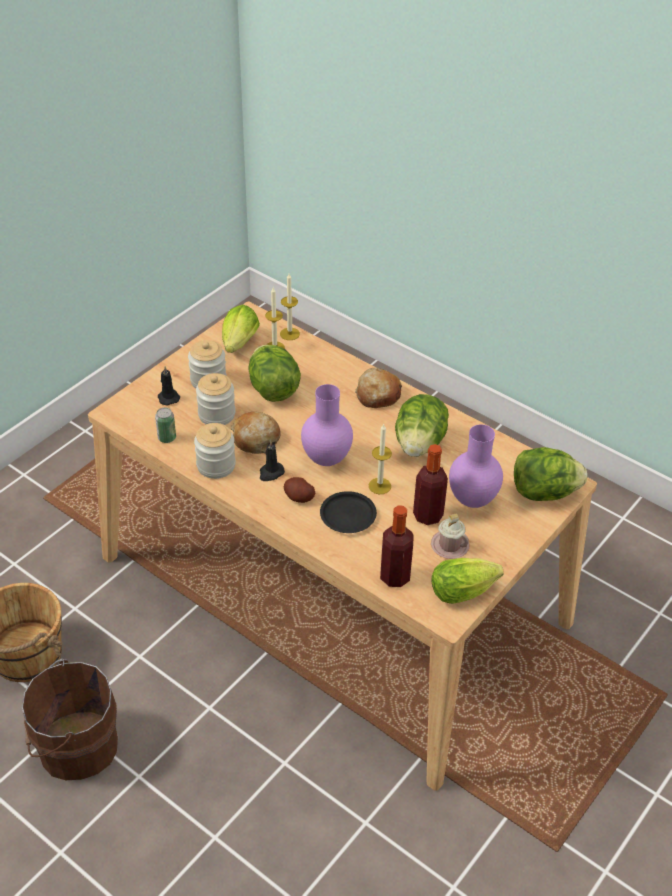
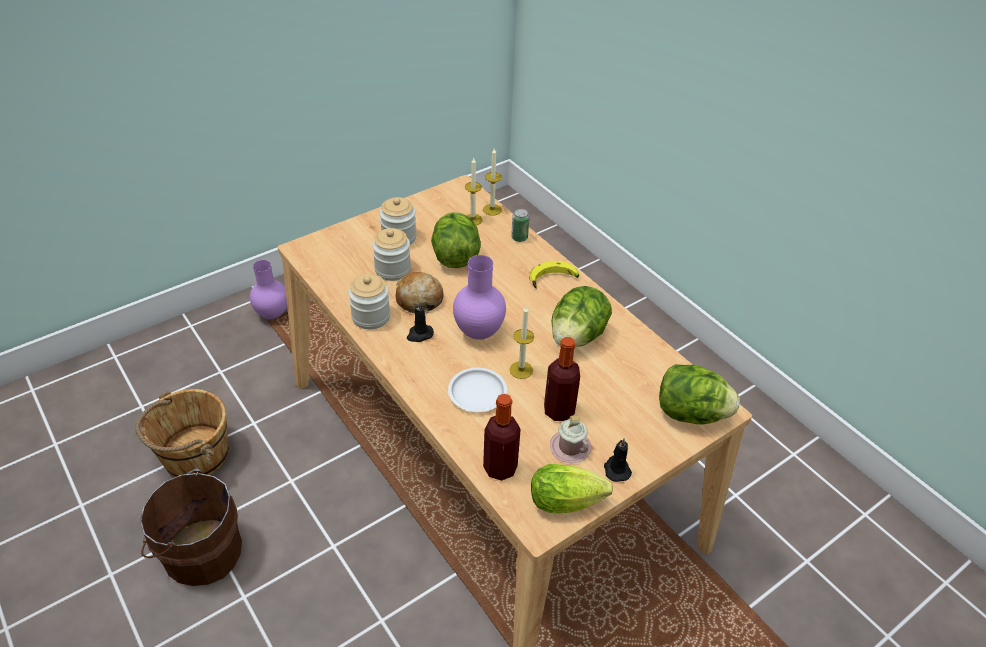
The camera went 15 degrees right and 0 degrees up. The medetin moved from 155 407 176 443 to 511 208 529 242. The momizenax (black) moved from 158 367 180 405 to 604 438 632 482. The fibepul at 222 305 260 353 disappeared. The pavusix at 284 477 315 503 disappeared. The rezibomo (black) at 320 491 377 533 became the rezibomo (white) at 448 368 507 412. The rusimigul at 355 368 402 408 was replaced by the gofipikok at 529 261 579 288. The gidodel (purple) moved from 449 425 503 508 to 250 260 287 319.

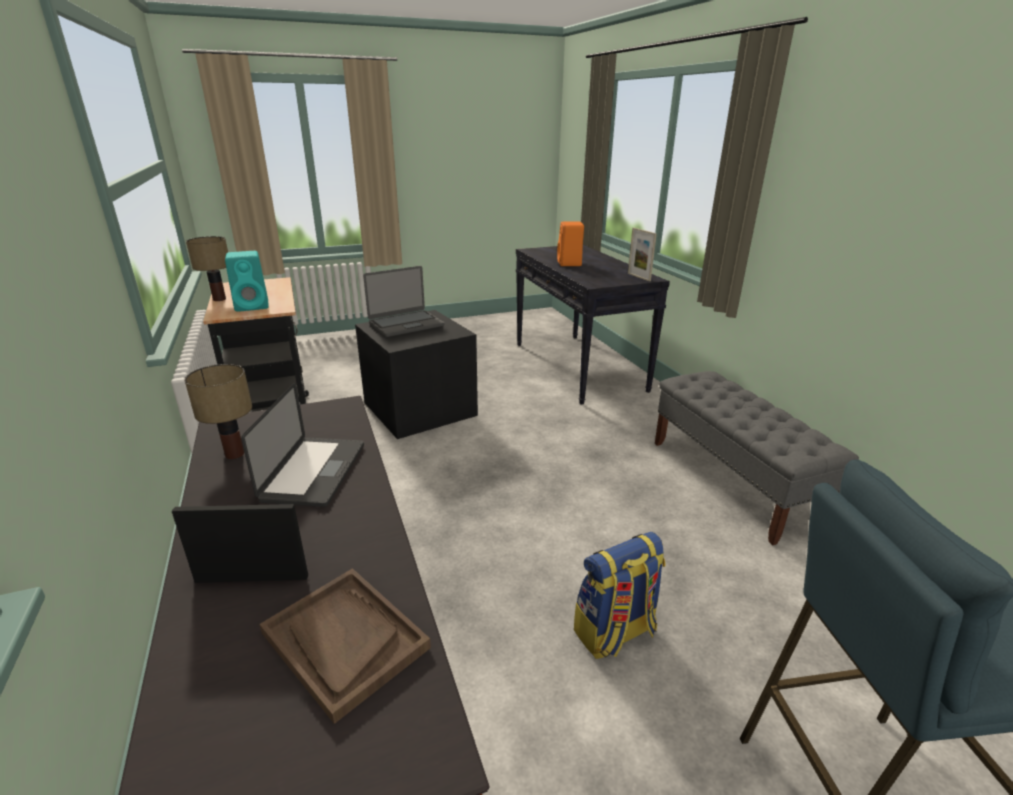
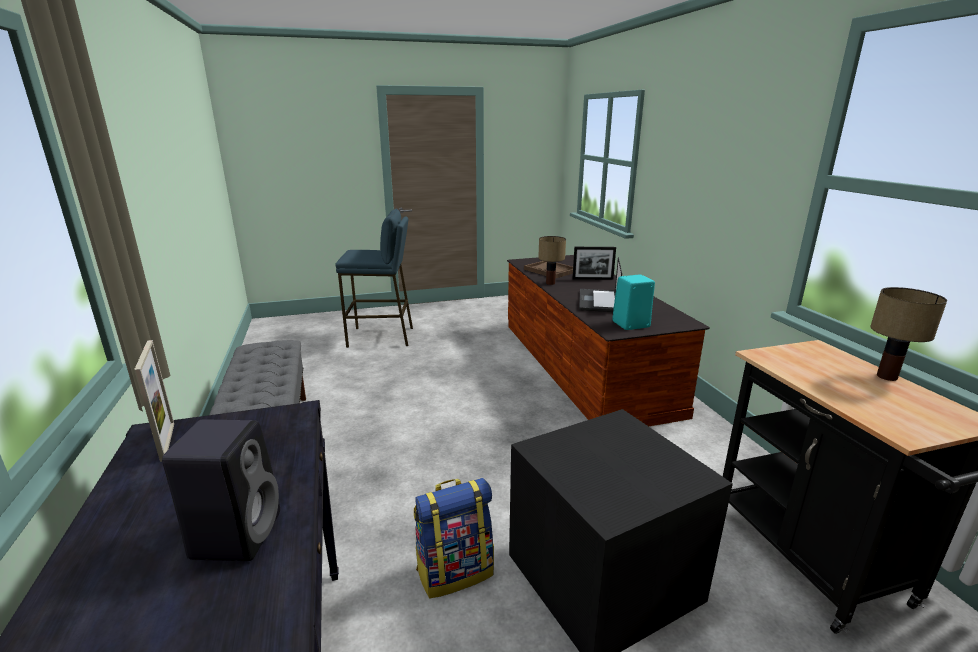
The camera went 175 degrees left and 5 degrees down. The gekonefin moved from 184 364 252 459 to 538 236 566 285. The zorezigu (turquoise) moved from 225 251 269 312 to 612 275 655 330. The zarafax at 363 266 444 337 disappeared. The zorezigu (orange) at 557 222 584 266 became the zorezigu (black) at 162 419 280 561. The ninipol moved from 574 532 666 659 to 414 478 494 598.

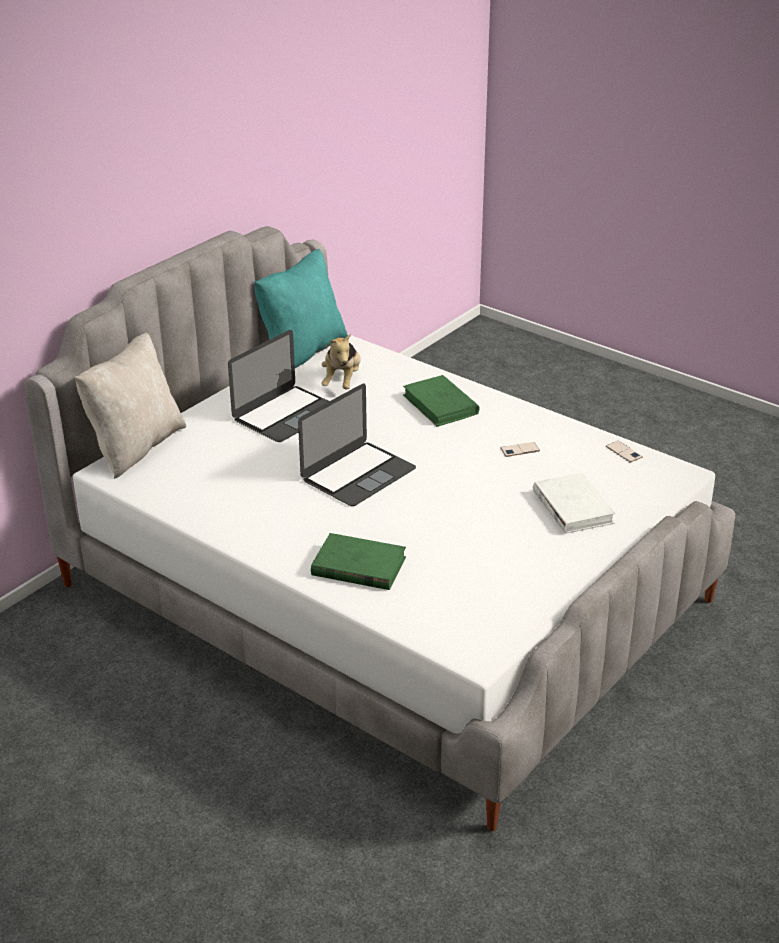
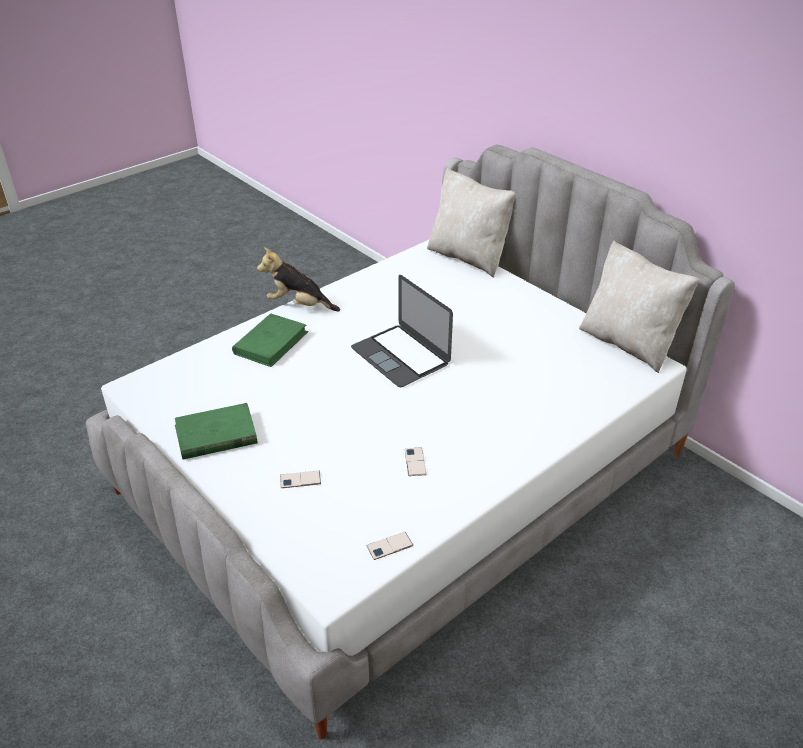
The camera went 100 degrees right and 5 degrees up. The zarafax at 228 330 329 442 disappeared. The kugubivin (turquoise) at 254 249 348 368 became the kugubivin (beige) at 579 241 700 373. The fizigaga moved from 321 333 361 390 to 257 247 340 312. The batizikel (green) moved from 403 375 480 426 to 175 403 258 460. The batizikel (white) at 533 473 615 534 was replaced by the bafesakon at 280 471 321 488.

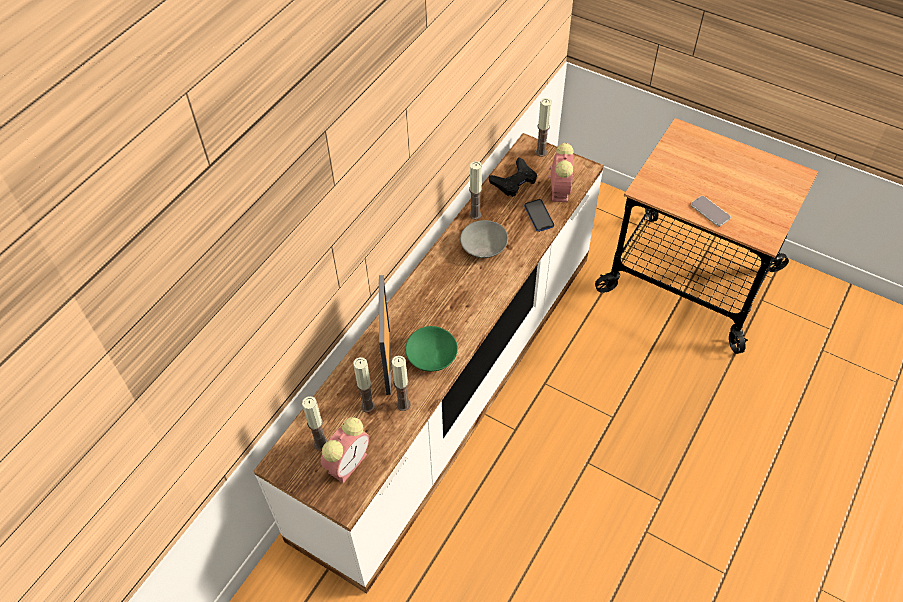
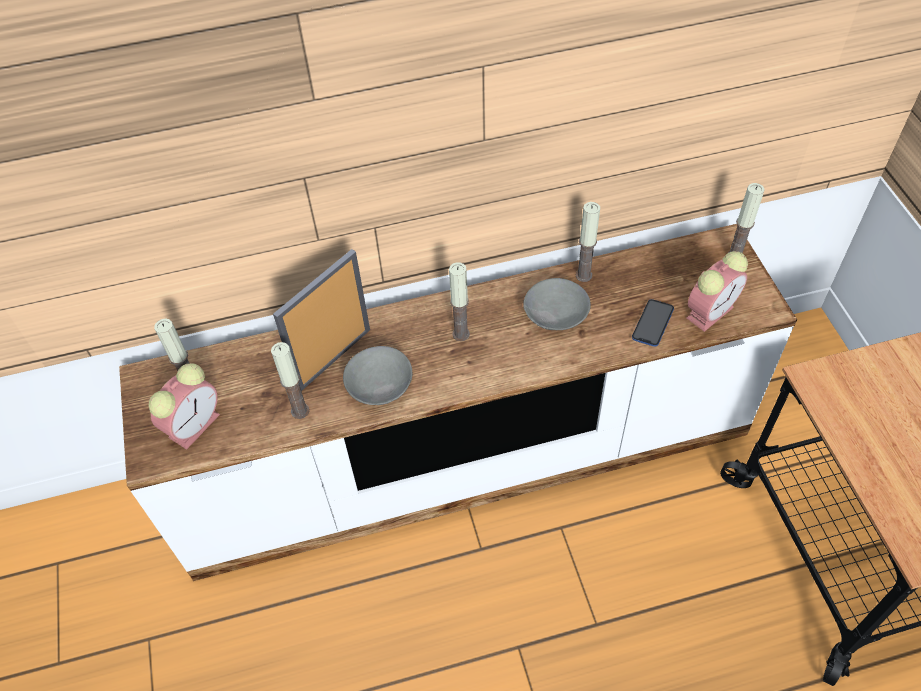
The camera went 45 degrees right and 0 degrees up. The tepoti at 321 417 369 483 turned 45 degrees counterclockwise. The momizenax moved from 353 357 375 413 to 449 262 470 341. The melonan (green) at 405 326 458 372 became the melonan (grey) at 343 346 412 405. The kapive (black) at 489 157 537 197 disappeared. The bafesakon at 691 196 731 227 disappeared.

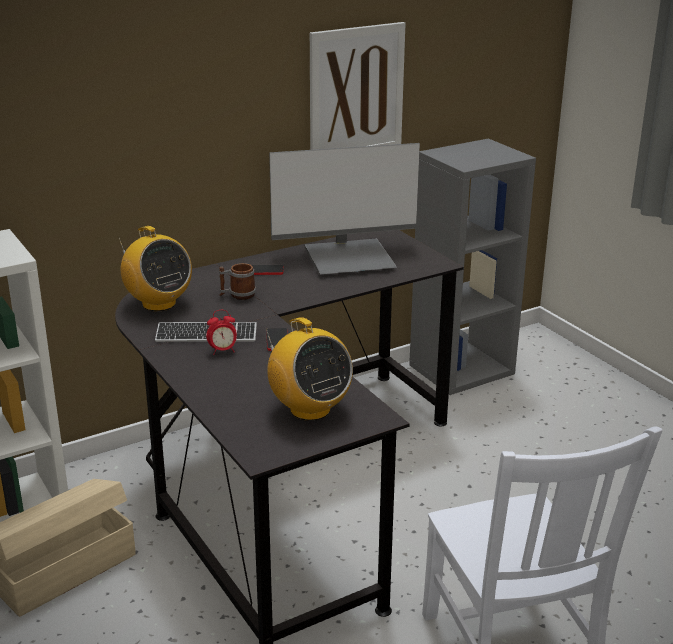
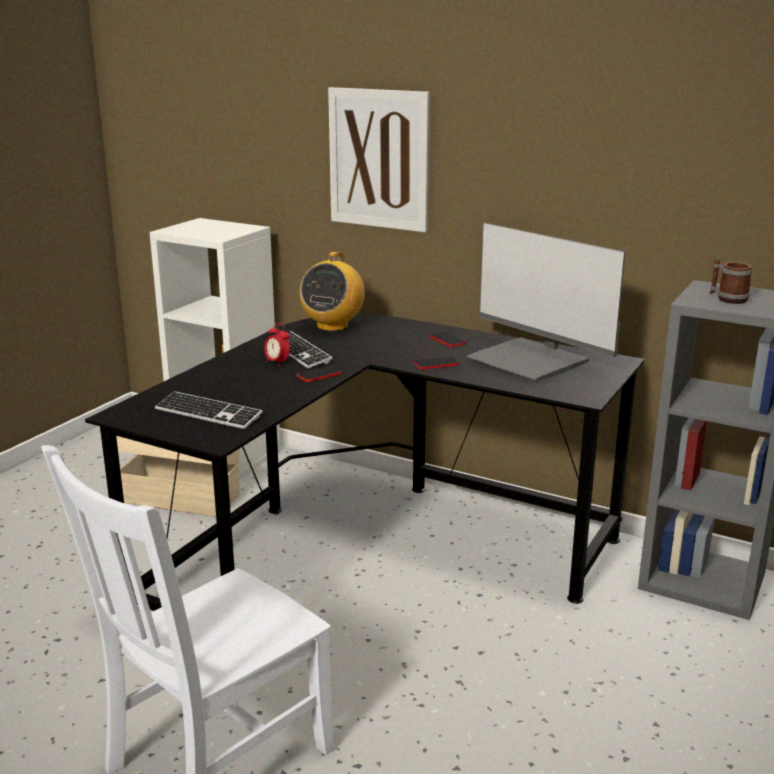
The camera went 60 degrees right and 5 degrees down. The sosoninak moved from 219 263 256 300 to 709 259 752 304. The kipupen at 266 317 353 421 was replaced by the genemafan at 155 391 263 429. The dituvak moved from 310 22 405 150 to 328 87 430 233. The bafesakon at 414 356 459 370 appeared.

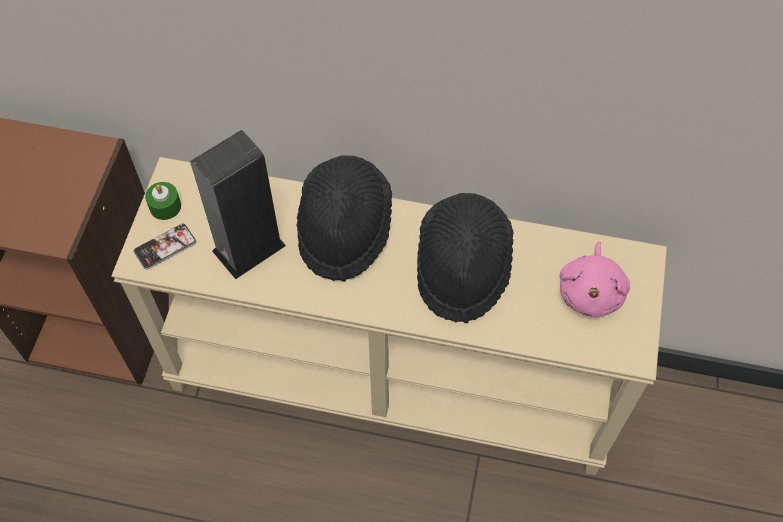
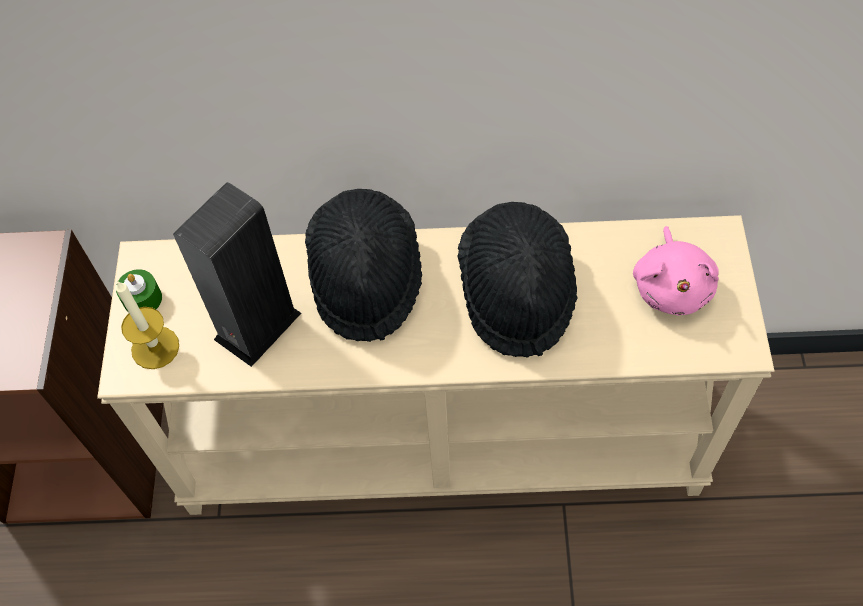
The camera went 10 degrees left and 0 degrees up. The bafesakon at 134 224 196 270 was replaced by the momizenax at 116 281 179 369.

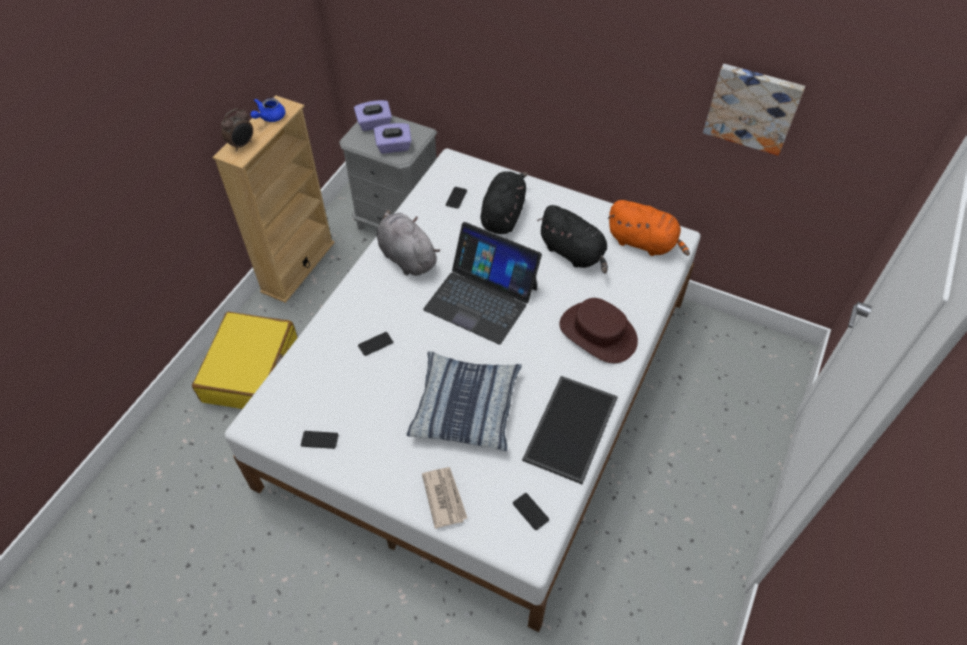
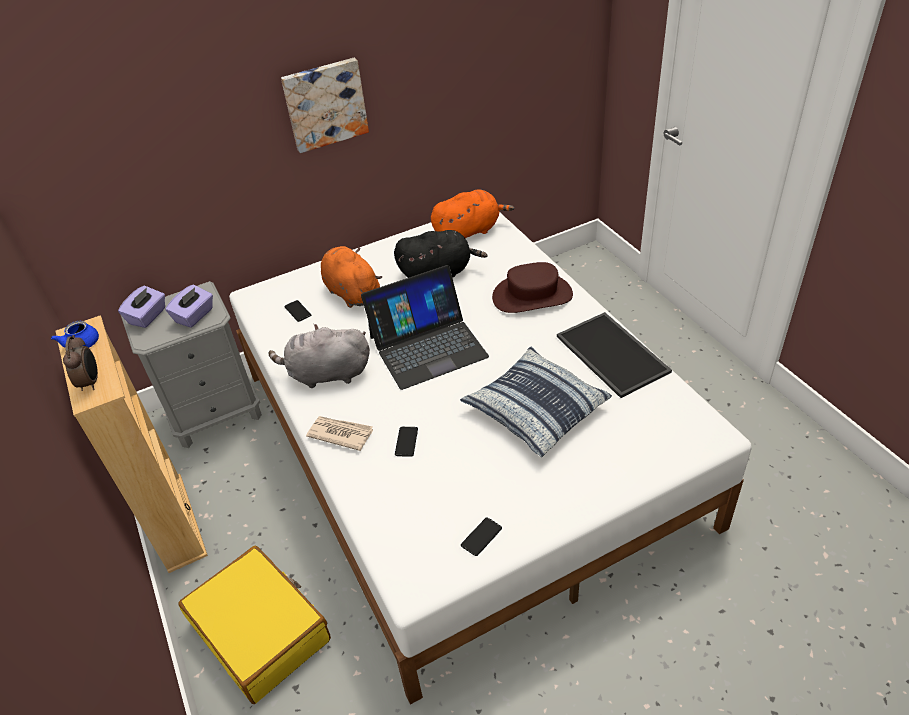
The camera went 50 degrees left and 10 degrees down. The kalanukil moved from 422 467 467 529 to 306 416 373 451. The fizigaga (black) at 480 171 528 234 became the fizigaga (orange) at 321 246 382 308. The bafesakon at 513 493 549 530 disappeared. The dituvak moved from 703 64 805 156 to 281 58 369 153.

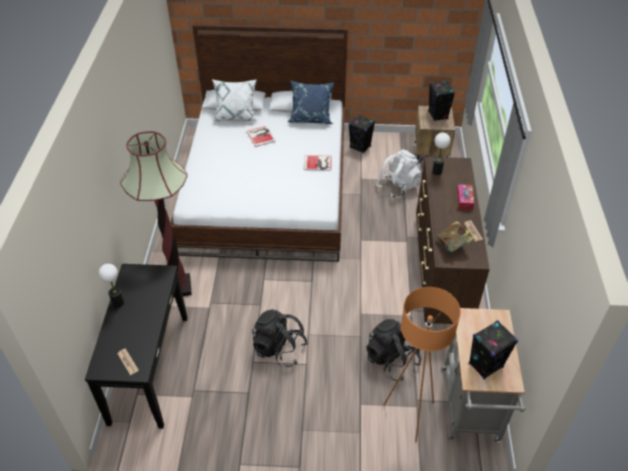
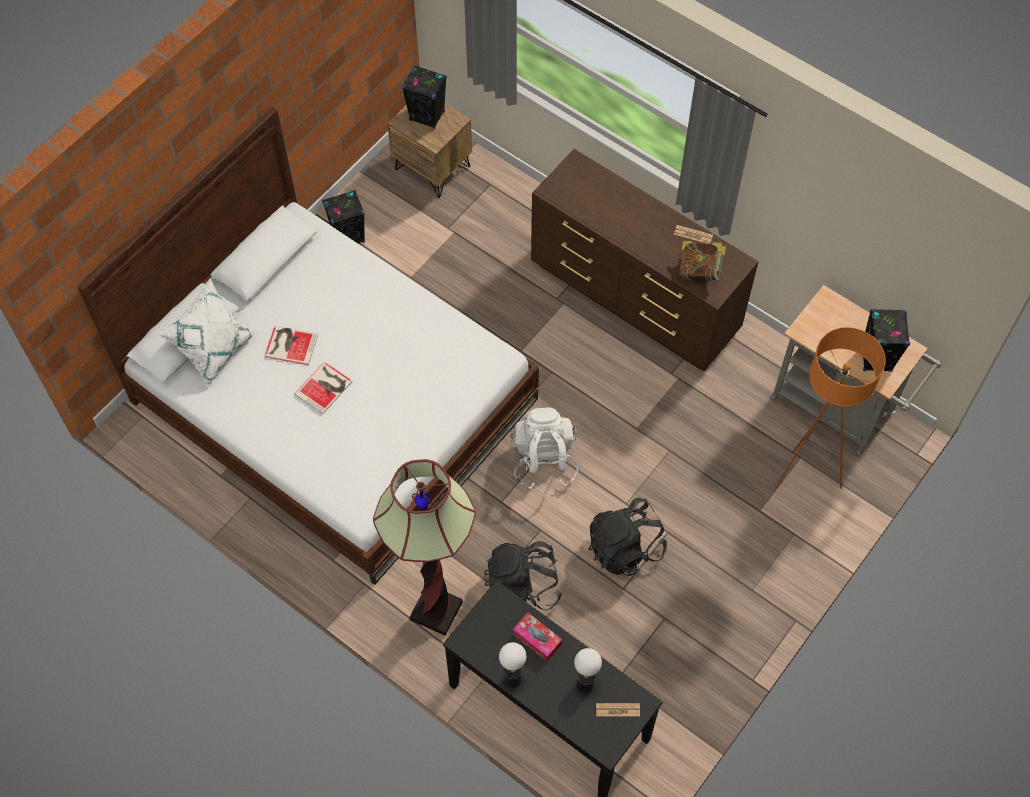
The camera went 55 degrees left and 15 degrees up. The kugubivin (blue) at 288 80 334 124 disappeared. The batizikel moved from 304 155 332 171 to 294 362 353 414. The ninipol (black) moved from 367 319 422 381 to 484 541 563 610. The ninipol (white) moved from 376 149 422 198 to 511 407 578 489. The gekonefin moved from 432 133 451 175 to 574 648 602 693. The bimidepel moved from 457 184 474 210 to 513 612 562 661.

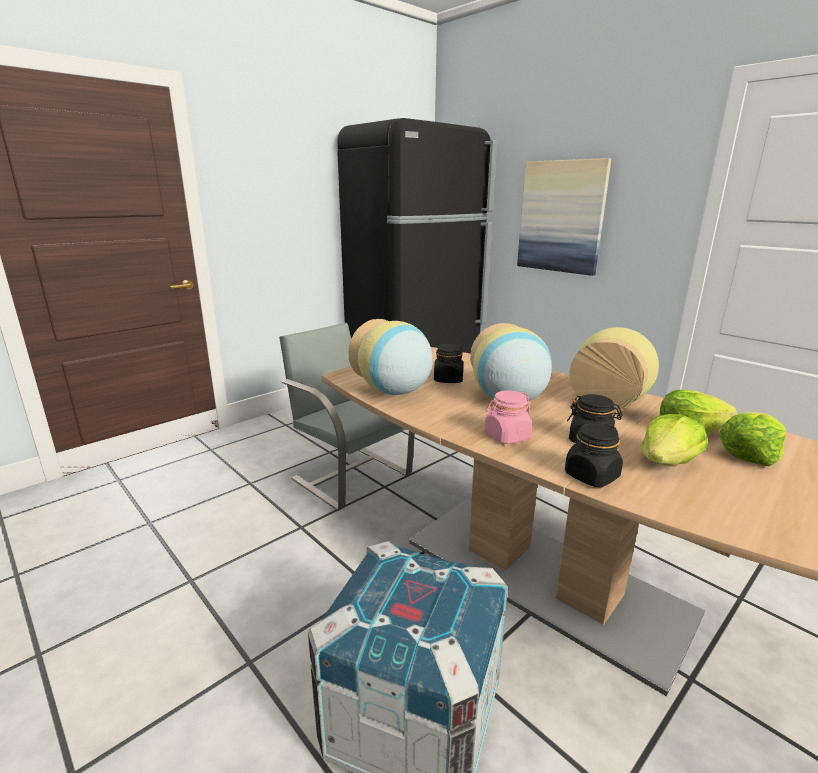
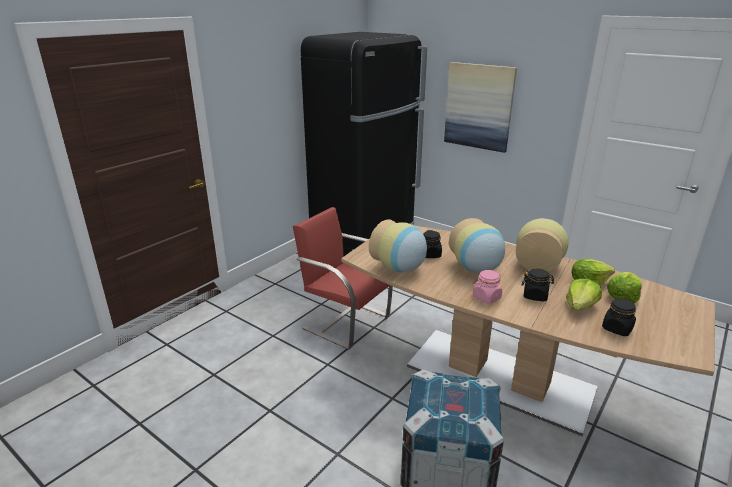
The camera went 10 degrees left and 5 degrees up. The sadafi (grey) at 279 323 415 511 became the sadafi (red) at 293 207 393 350. The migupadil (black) moved from 565 423 623 487 to 602 298 636 336.

